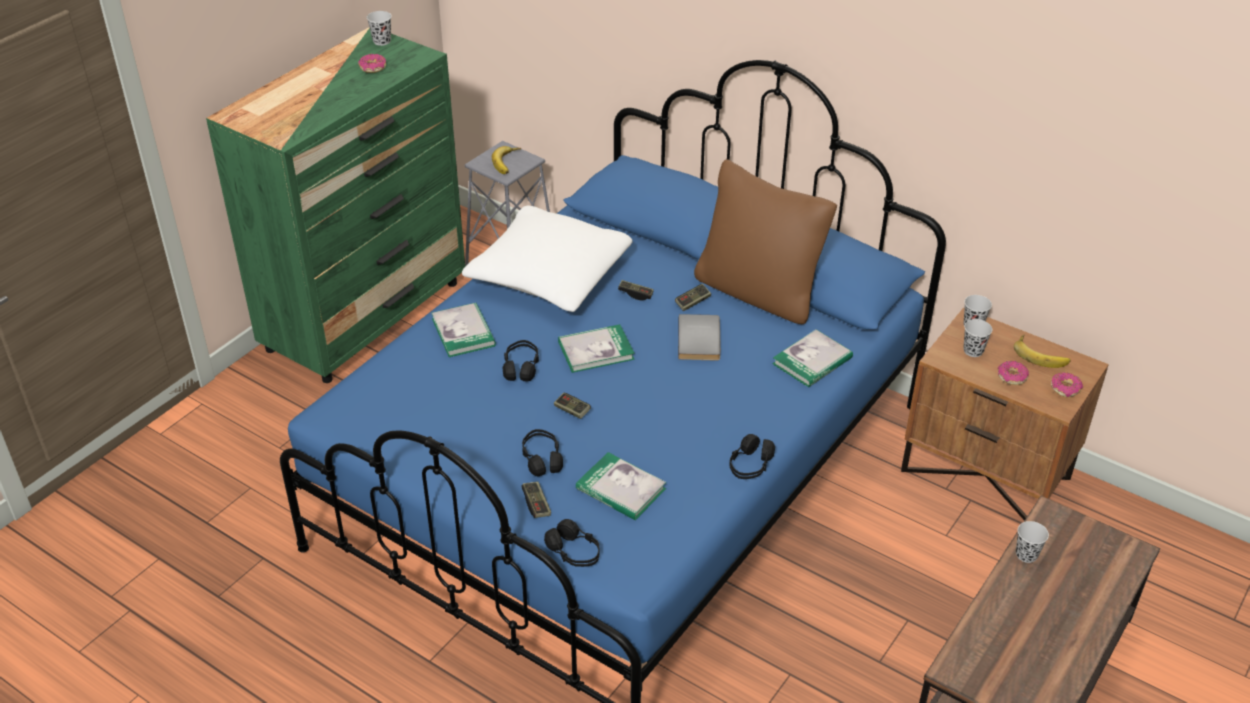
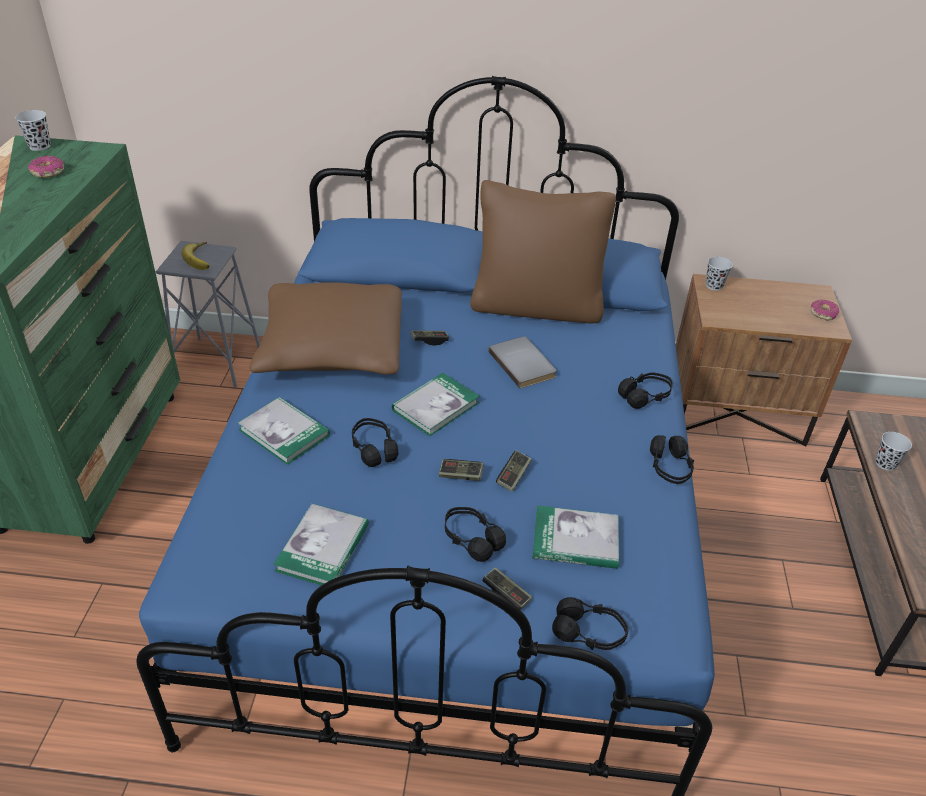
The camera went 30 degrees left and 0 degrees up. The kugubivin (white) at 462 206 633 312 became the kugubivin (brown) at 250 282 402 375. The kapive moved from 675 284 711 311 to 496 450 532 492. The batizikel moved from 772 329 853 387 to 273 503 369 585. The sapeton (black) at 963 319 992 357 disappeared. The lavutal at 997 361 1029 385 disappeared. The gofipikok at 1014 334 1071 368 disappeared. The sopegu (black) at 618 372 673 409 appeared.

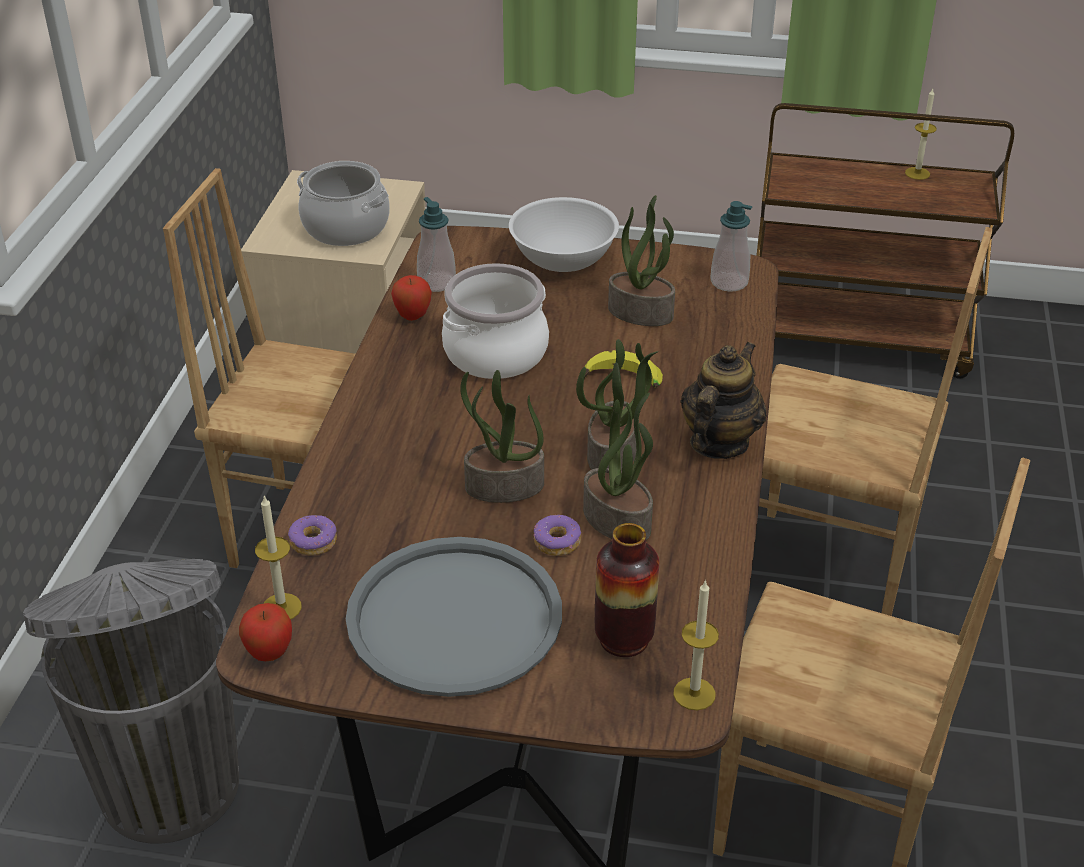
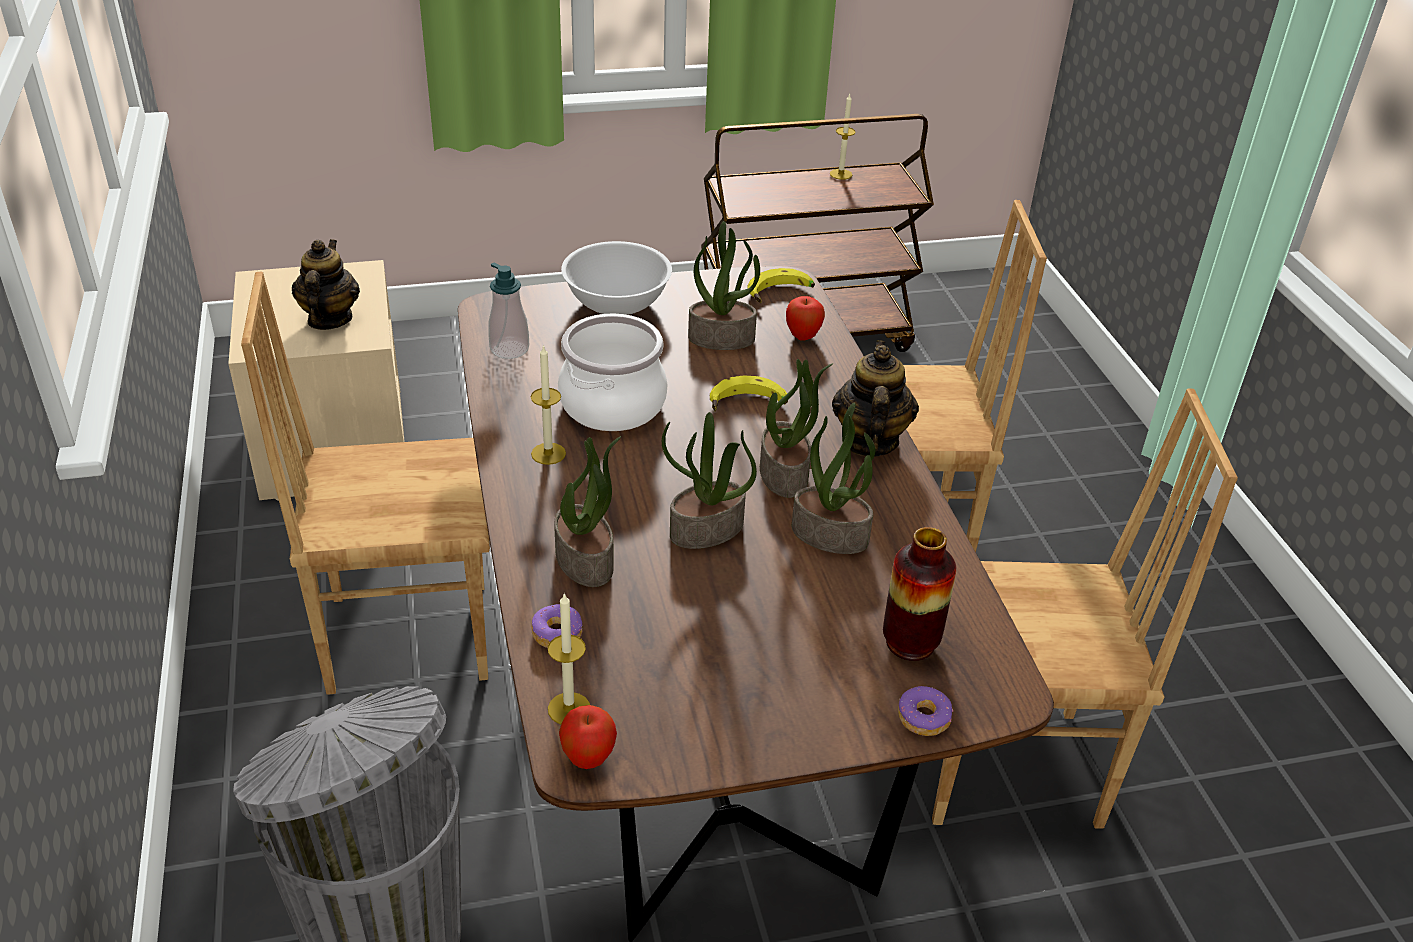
The camera went 25 degrees left and 0 degrees up. The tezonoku at 297 161 390 246 was replaced by the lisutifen at 292 239 360 330. The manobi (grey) at 346 537 562 697 disappeared. The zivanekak moved from 391 275 432 321 to 786 296 825 341. The lavutal moved from 534 515 581 556 to 898 686 953 736. The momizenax moved from 673 580 719 710 to 530 345 566 465. The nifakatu at 710 201 752 292 was replaced by the gofipikok at 747 268 815 303. The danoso at 554 436 621 587 appeared.

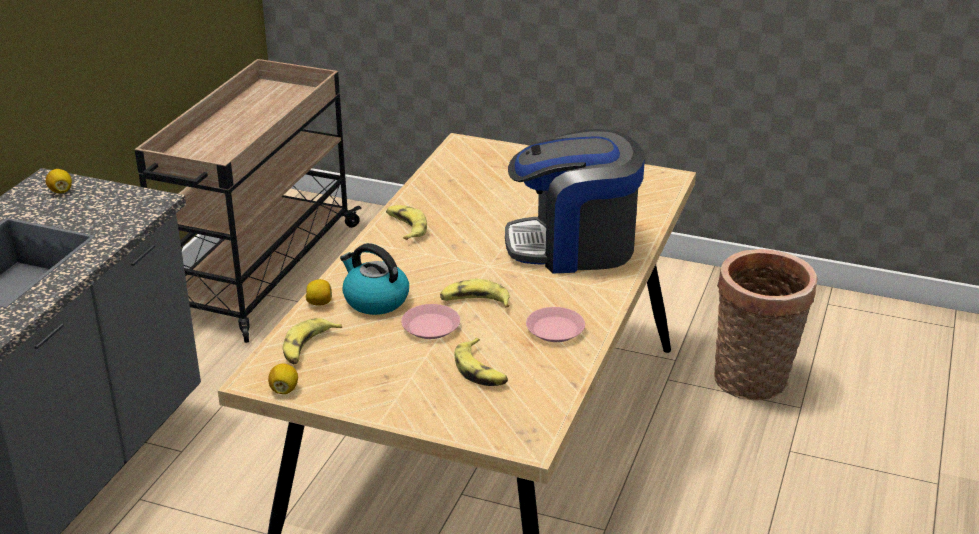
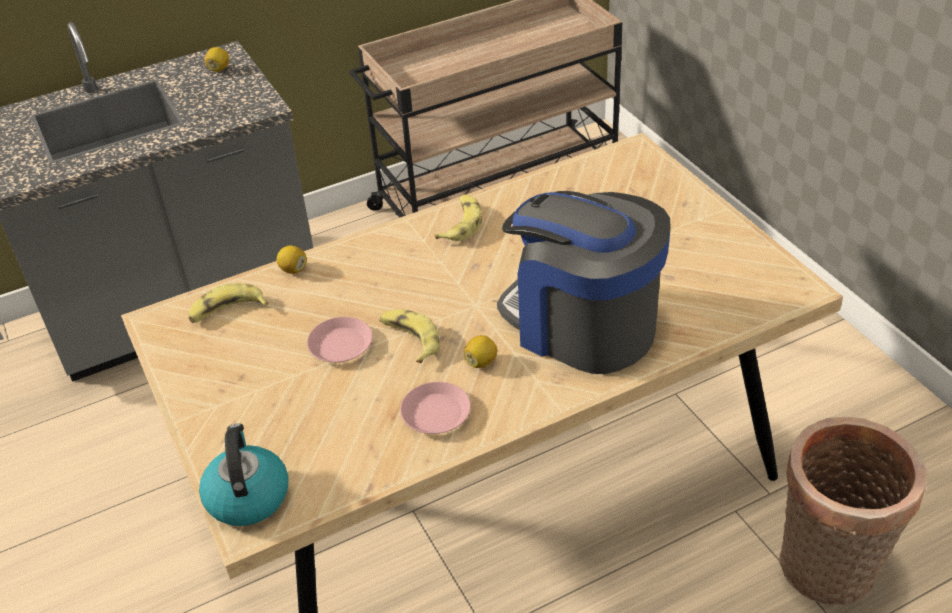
The camera went 45 degrees right and 10 degrees up. The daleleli moved from 268 363 298 394 to 464 335 497 368. The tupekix moved from 340 243 409 315 to 199 423 289 526. The gofipikok at 455 338 508 386 disappeared.

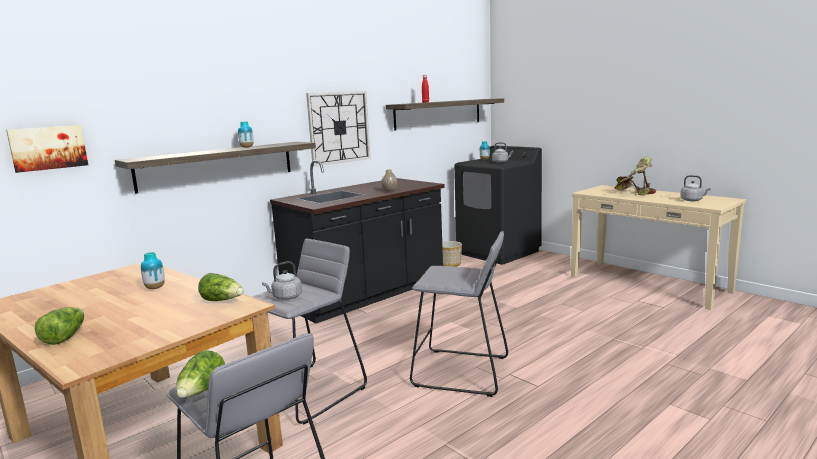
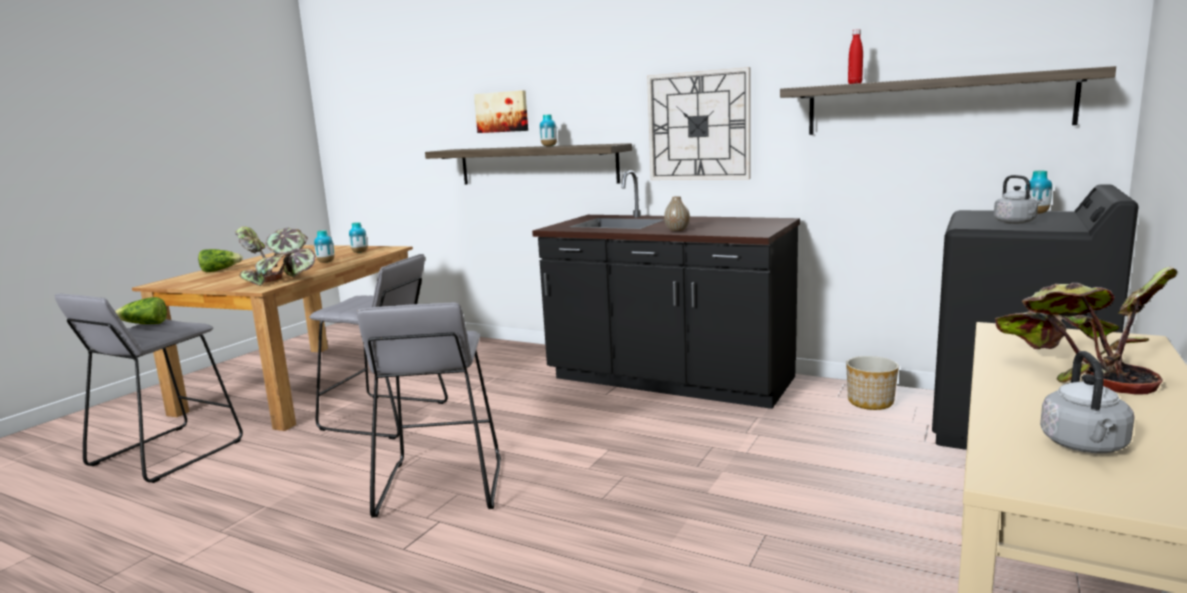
The camera went 70 degrees right and 0 degrees up. The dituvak moved from 6 125 88 173 to 474 90 528 133. The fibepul at 198 273 244 301 was replaced by the danoso at 236 226 316 286. The tupekix (grey) at 262 261 302 300 disappeared. The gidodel at 349 222 368 253 appeared.

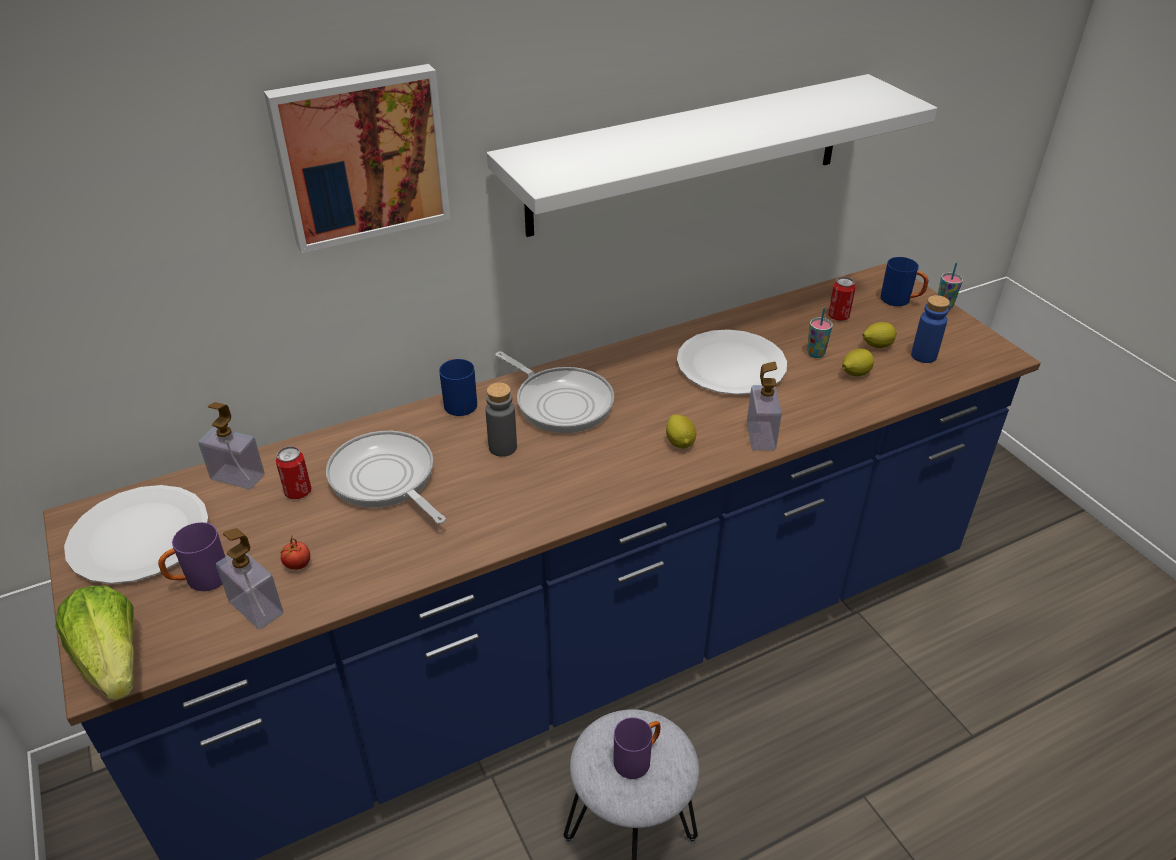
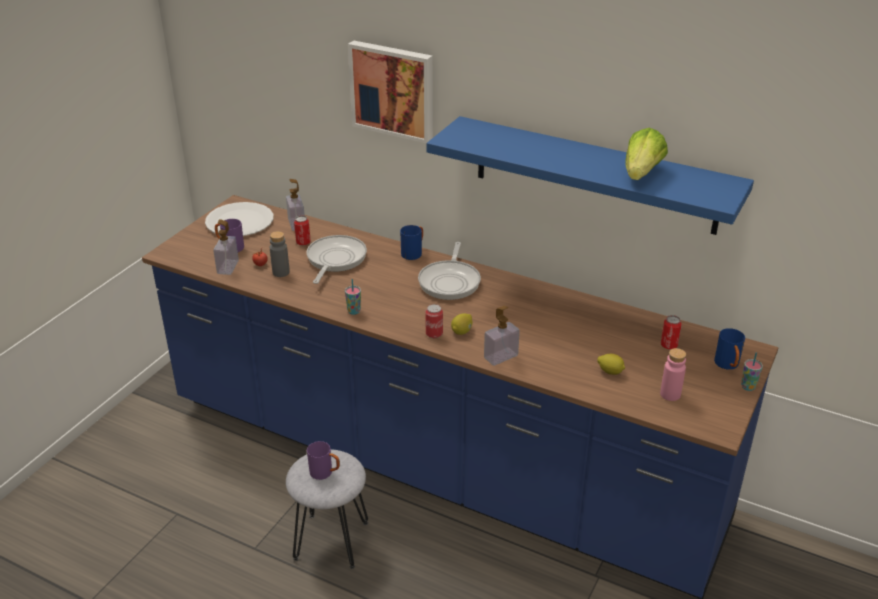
The camera went 55 degrees right and 5 degrees down. The fibepul moved from 55 586 134 700 to 625 128 668 180. The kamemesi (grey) moved from 485 383 517 457 to 270 231 290 277. The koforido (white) at 487 74 937 237 became the koforido (blue) at 426 116 754 235. The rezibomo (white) at 677 329 787 395 disappeared. The sapeton moved from 807 308 833 358 to 345 279 361 315. The daleleli at 863 322 897 348 disappeared. The kamemesi (blue) at 911 295 950 363 became the kamemesi (pink) at 660 348 686 401. The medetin at 425 304 443 338 appeared.

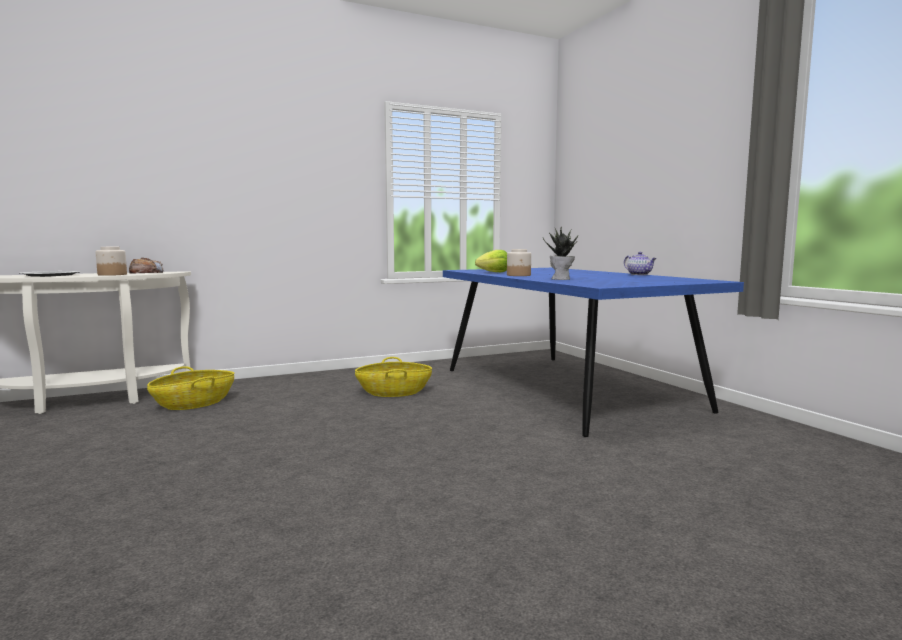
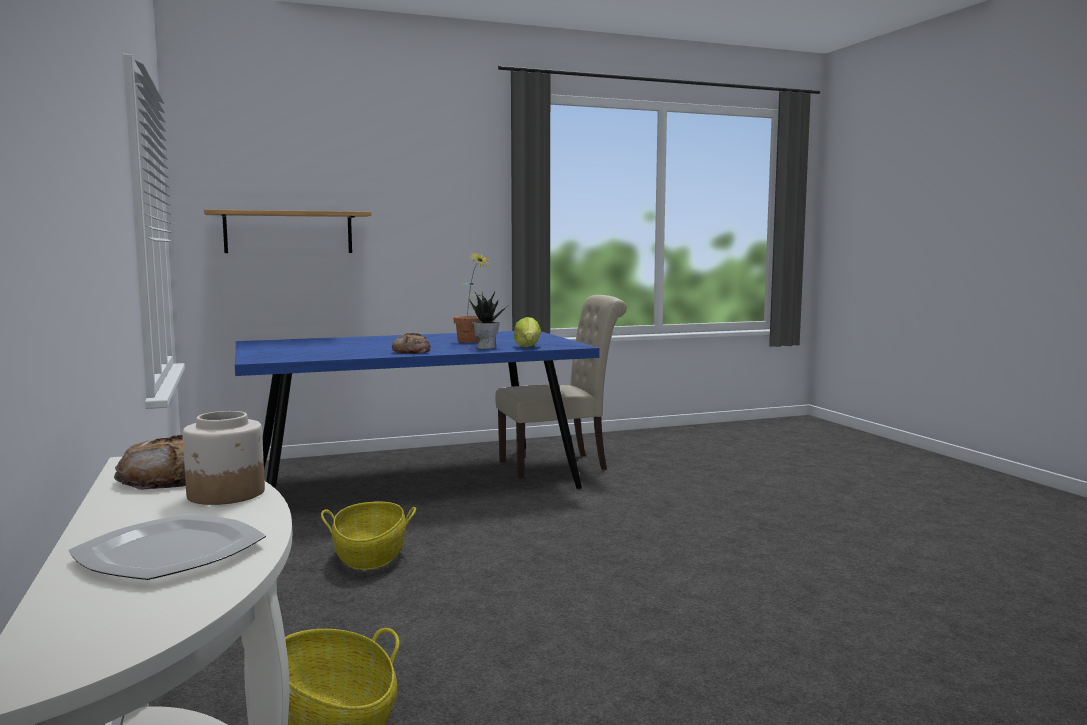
The camera went 85 degrees left and 0 degrees up. The fibepul moved from 475 250 507 272 to 514 317 541 347. The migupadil at 507 249 531 276 was replaced by the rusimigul at 392 333 431 354. The lisutifen at 624 252 657 275 disappeared. The koforido at 204 209 371 253 appeared. The danoso at 453 253 490 343 appeared. The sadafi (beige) at 495 295 627 479 appeared.

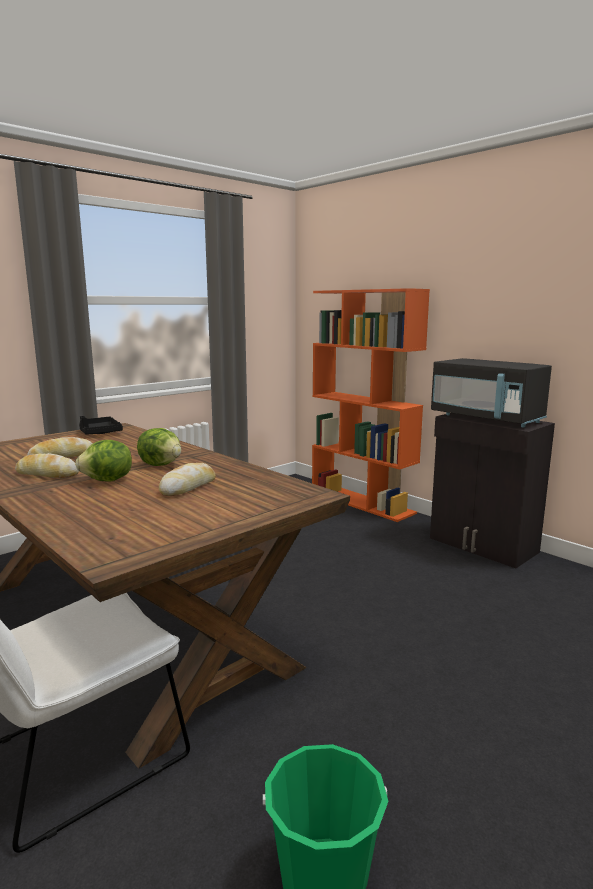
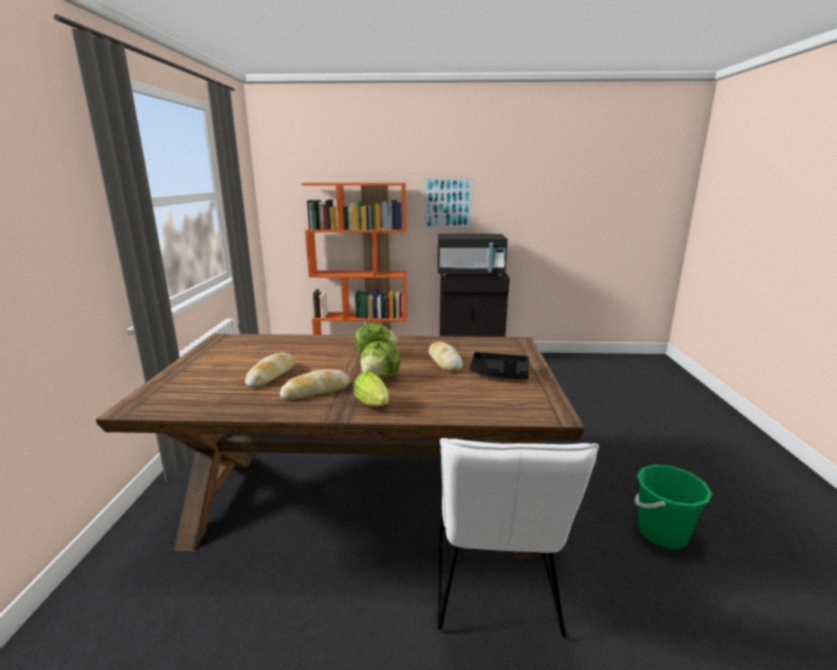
The camera went 45 degrees left and 5 degrees up. The manobi (black) moved from 79 416 123 435 to 470 352 529 380. The fibepul at 354 371 389 407 appeared. The dituvak at 423 178 474 229 appeared.

